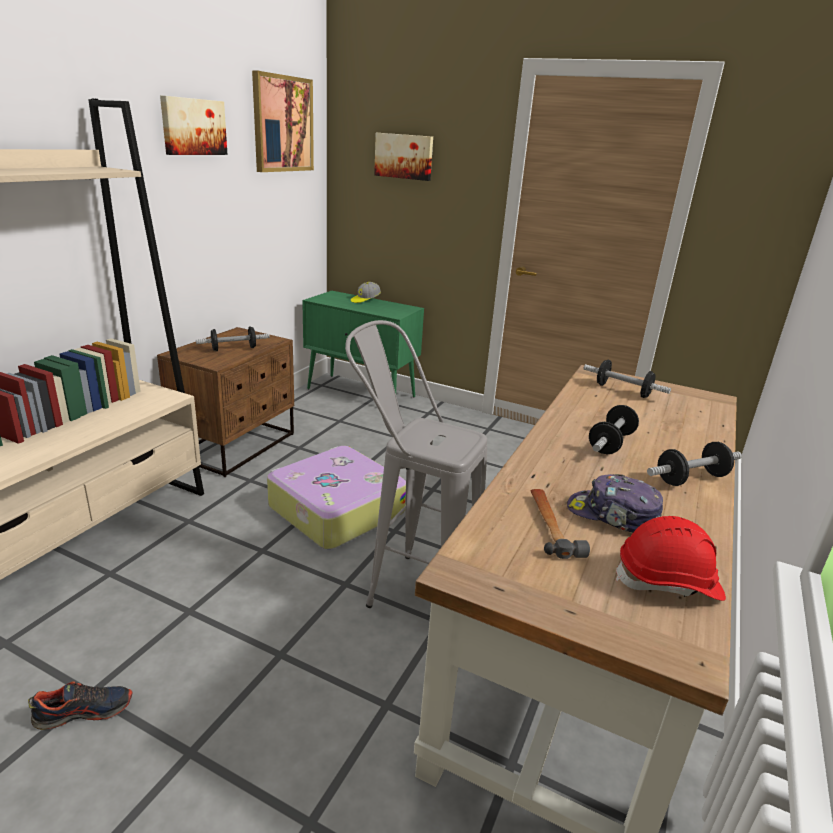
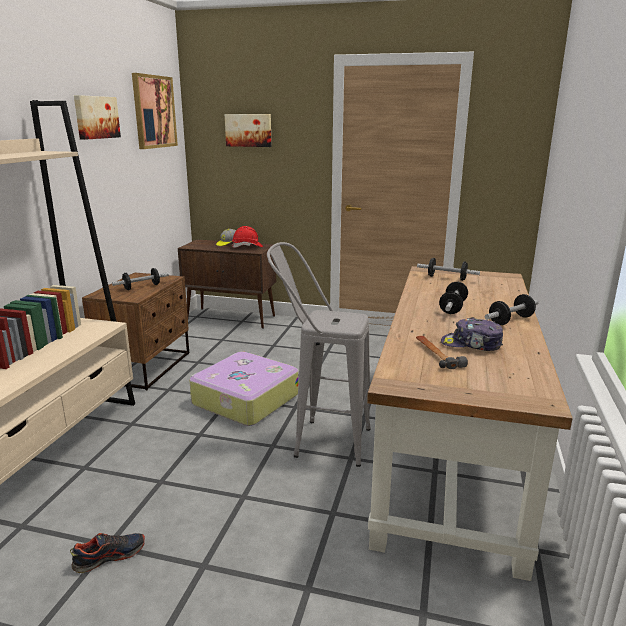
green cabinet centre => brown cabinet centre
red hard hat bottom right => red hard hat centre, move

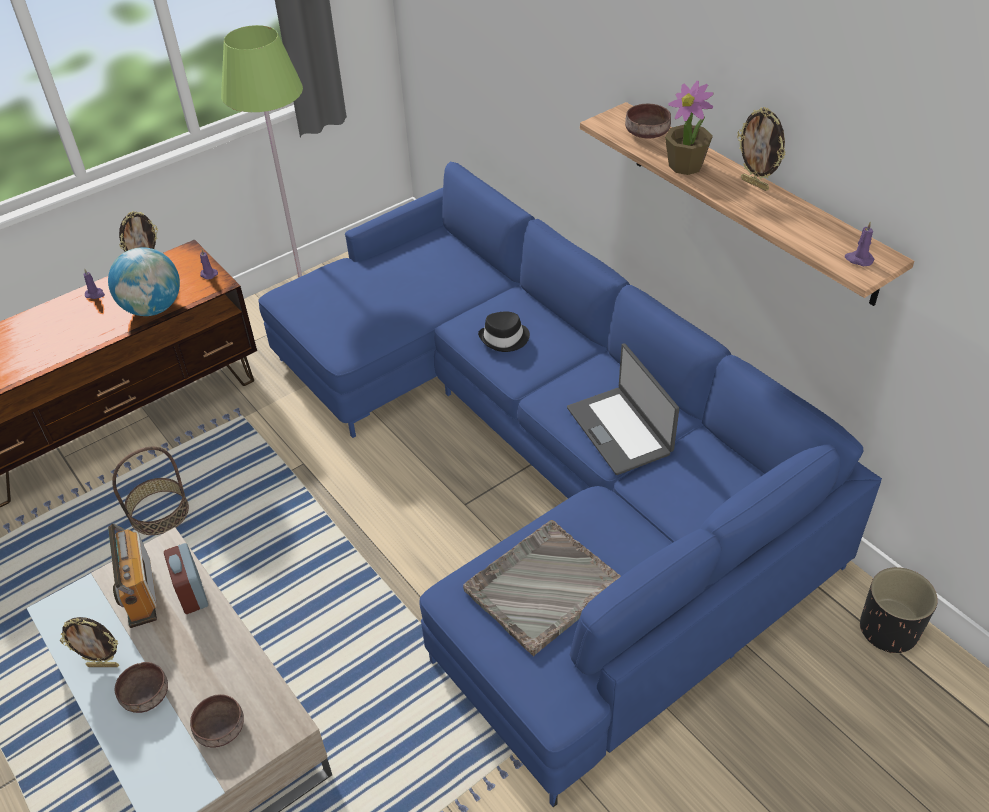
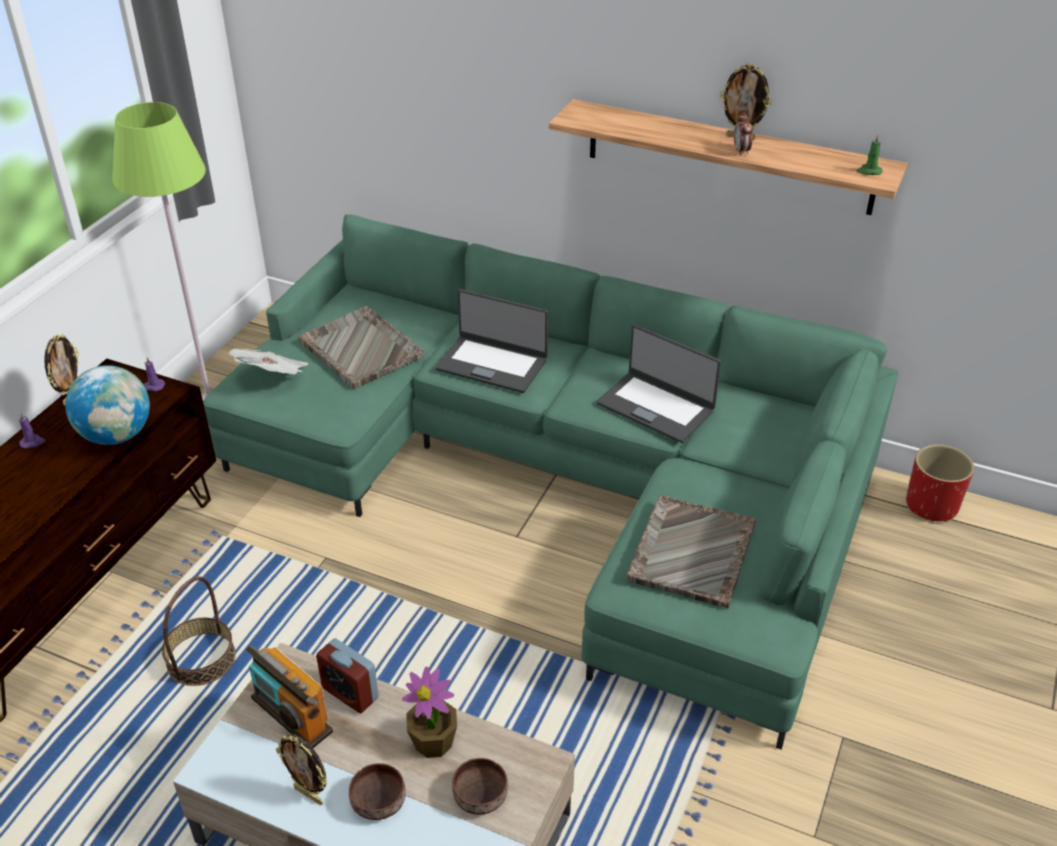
blue sofa centre => green sofa centre
nothing => newspaper middle left
picture frame (1st from left in the first image) bottom left => picture frame (2nd from left) bottom left, 60 degrees clockwise
nothing => grey tray (1st from left) centre
potted plant top right => potted plant bottom centre, move
black hat centre => laptop (1st from left) centre
nothing => alarm clock (2nd from left) top right
purple candle (3rd from left) top right => green candle top right
black planter bottom right => red planter middle right
brown bowl (3rd from left) top centre => nothing

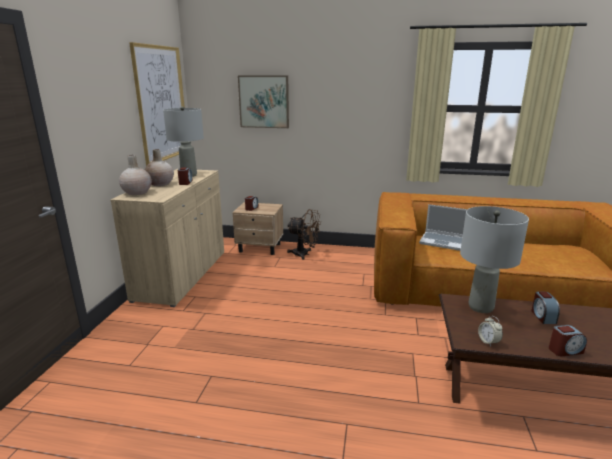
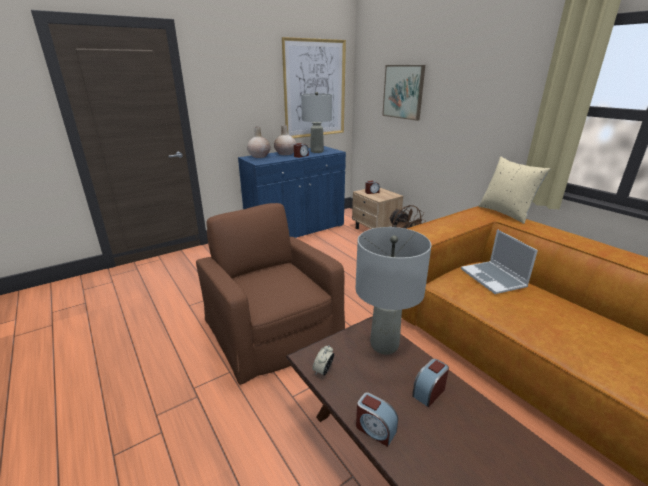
nothing => brown armchair centre
beige cabinet middle left => blue cabinet centre
nothing => beige pillow middle right

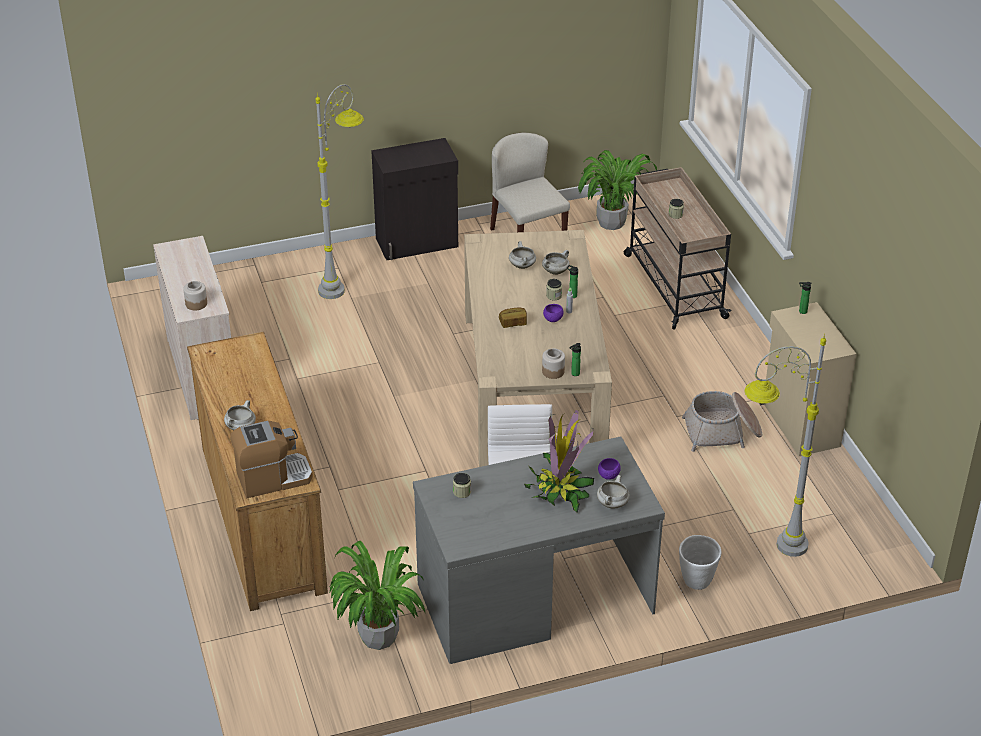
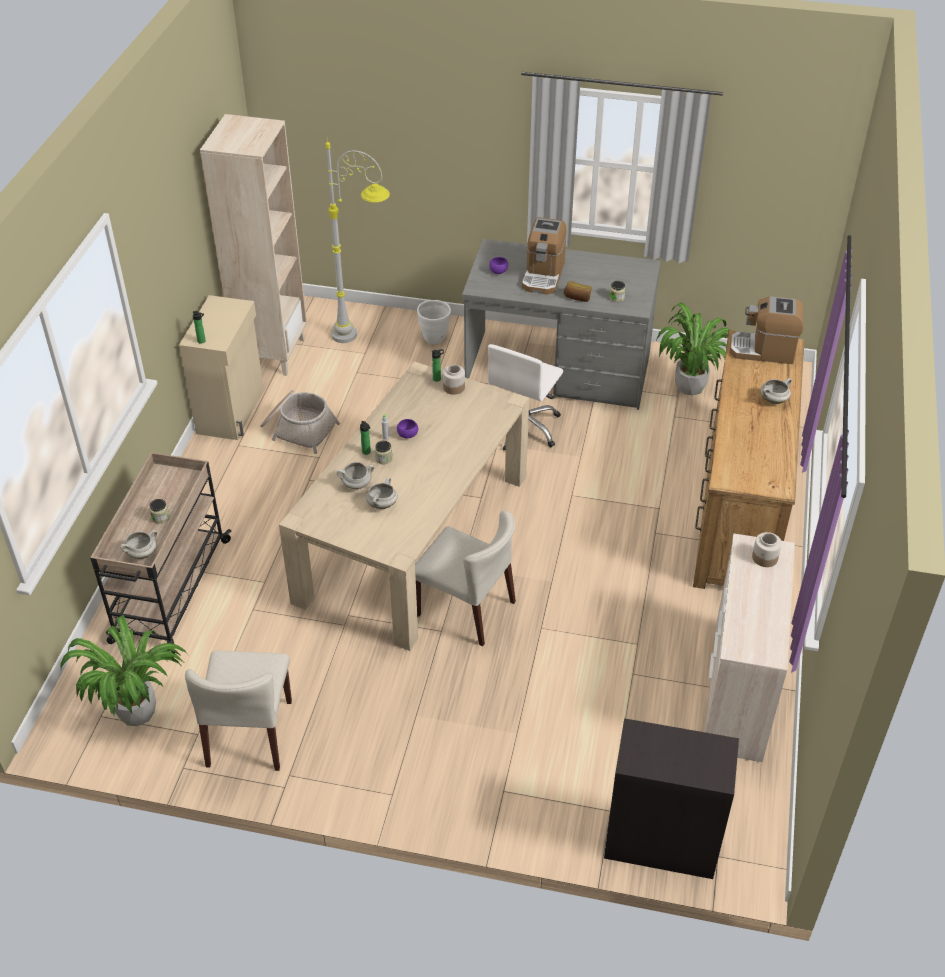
white cooking pot (4th from left in the first image) bottom centre => white cooking pot (1st from left) middle left, move
nothing => beige bookcase top left
nothing => beige chair (2nd from left) centre
potted plant (2nd from left) centre => coffee machine (1st from left) top centre
bread centre => bread top centre, move
black cabinet top centre => black cabinet bottom right, move
grey floor lamp (1st from left) top centre => nothing

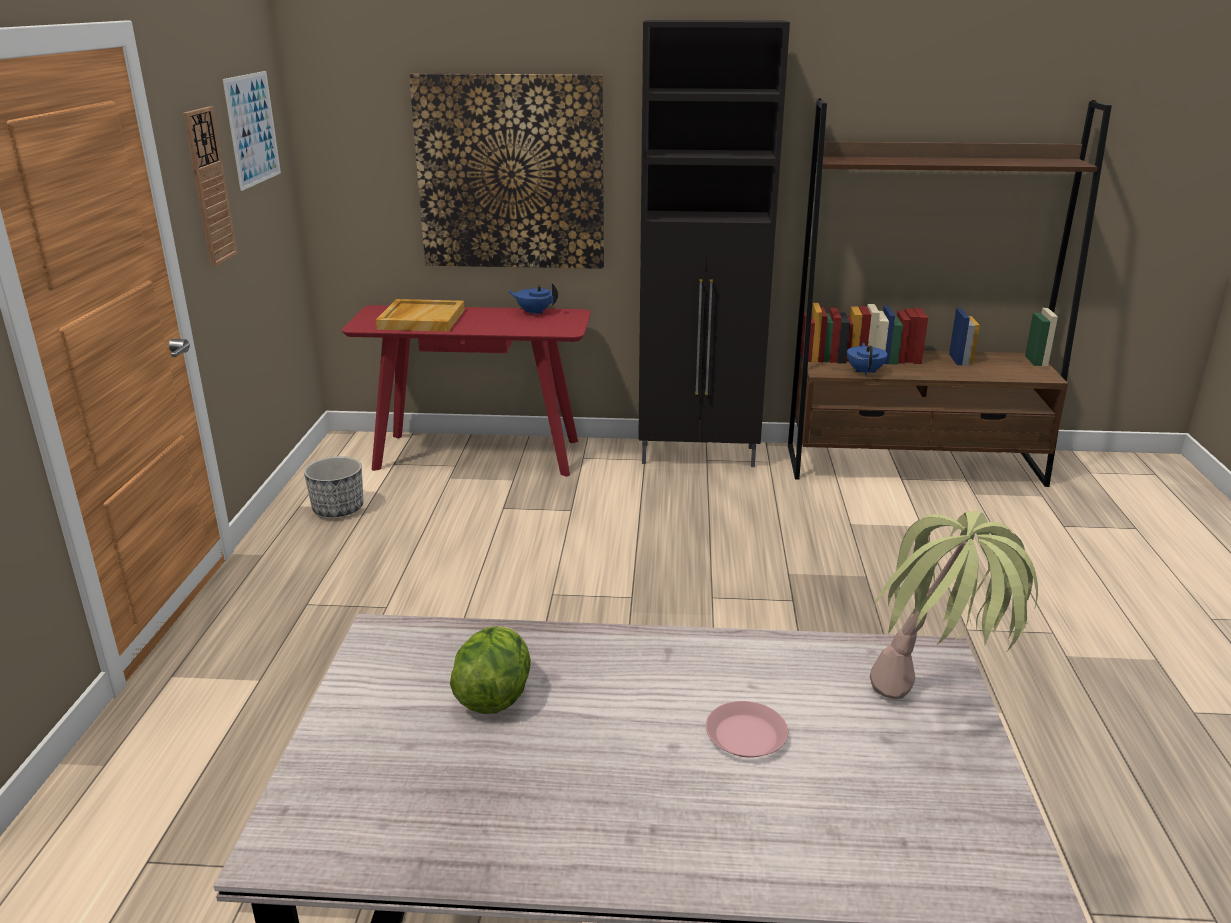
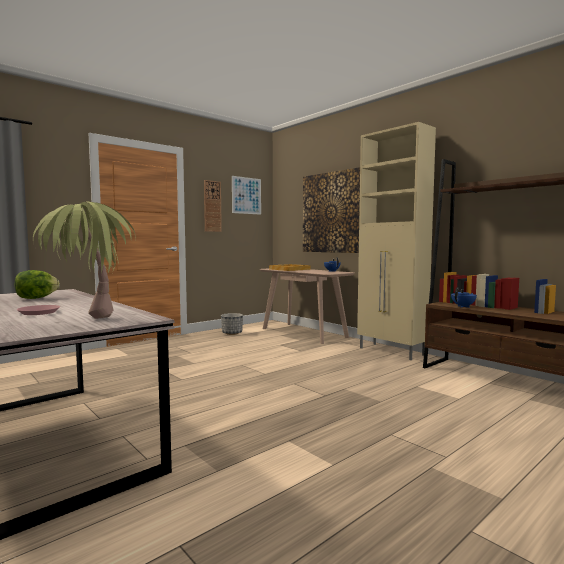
red console table centre => beige console table centre
black cabinet top centre => beige cabinet middle right

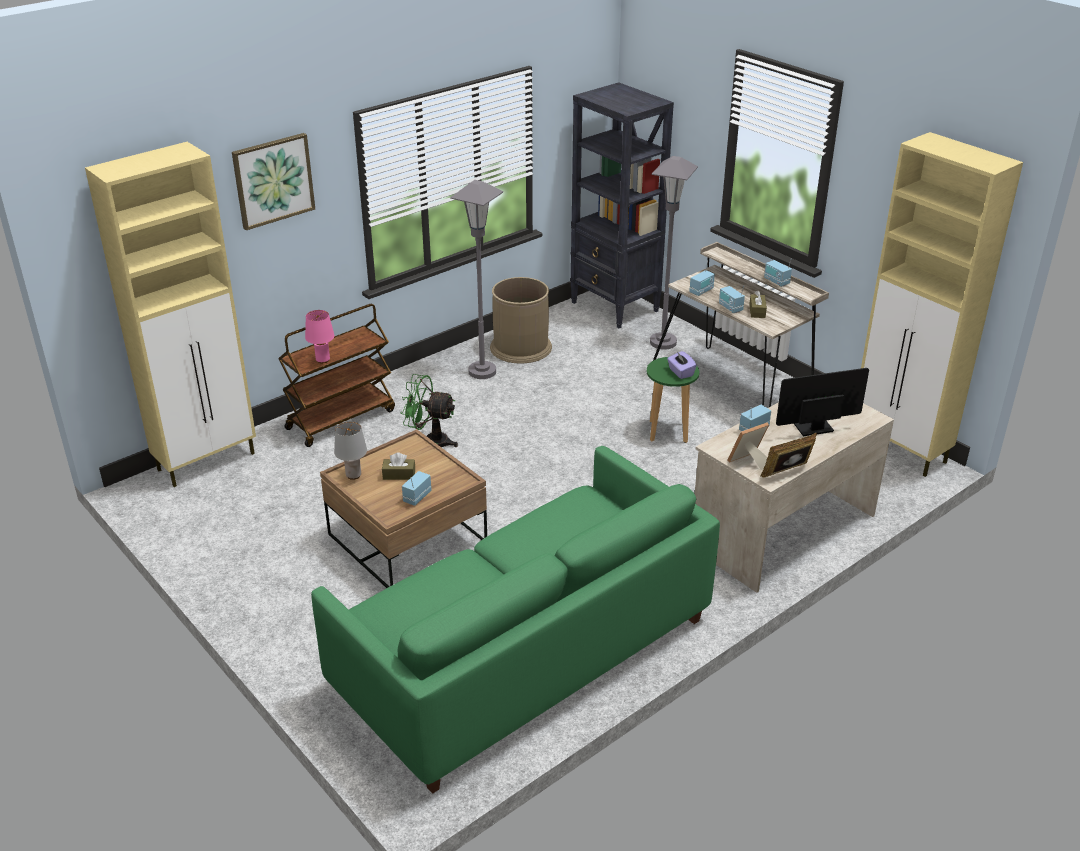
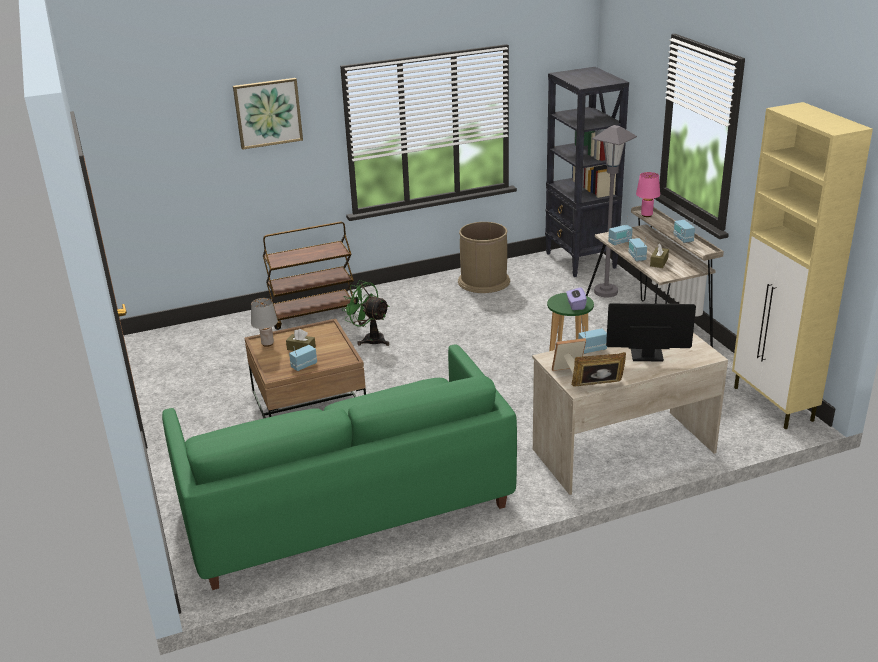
pink table lamp middle left => pink table lamp top right, move
beige cabinet (1st from left) middle left => nothing
grey floor lamp (1st from left) top centre => nothing

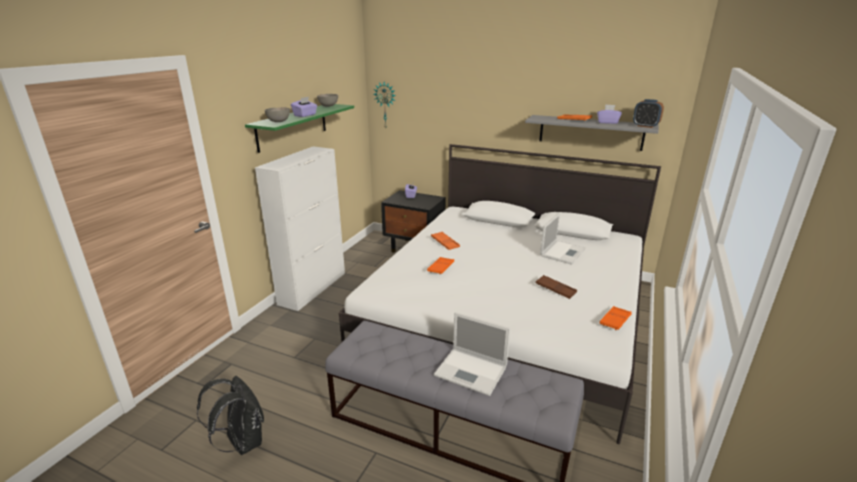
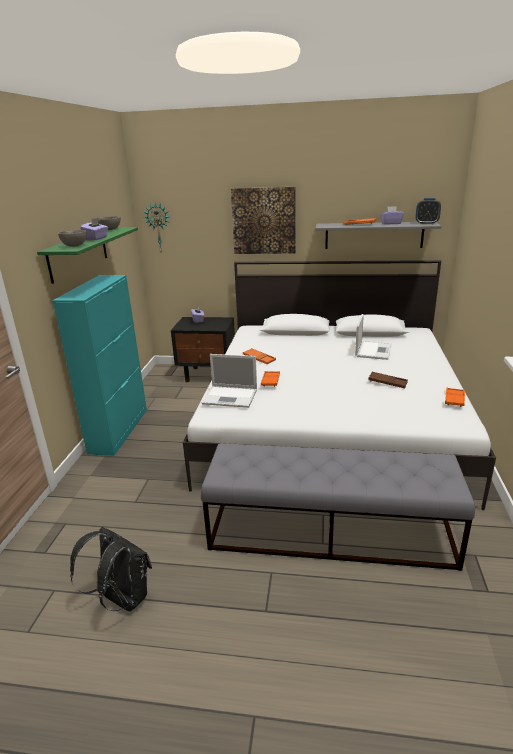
white cabinet centre => turquoise cabinet middle left
laptop (1st from left) bottom centre => laptop (1st from left) centre, move
nothing => picture top centre

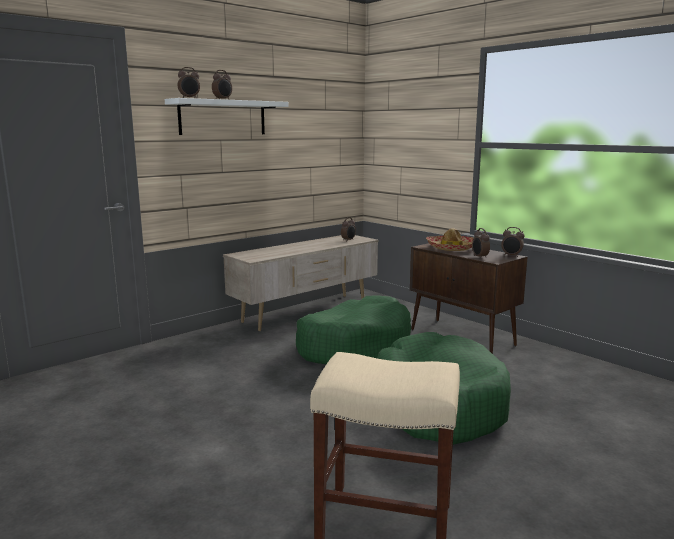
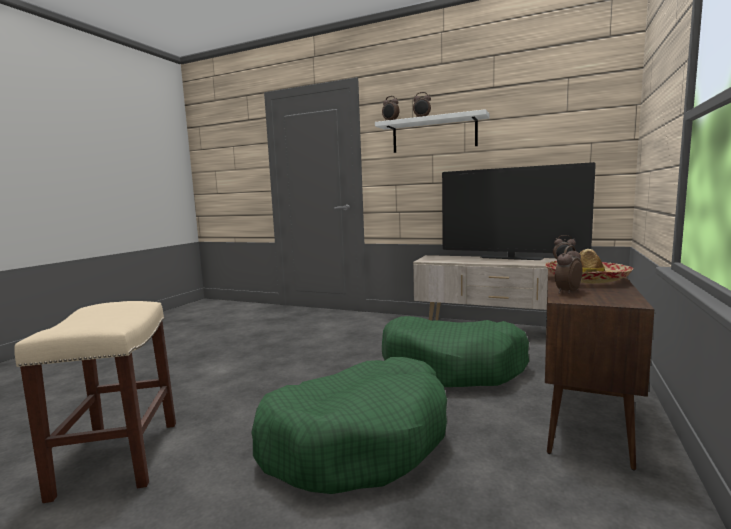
nothing => television middle right
alarm clock (5th from left) middle right => nothing

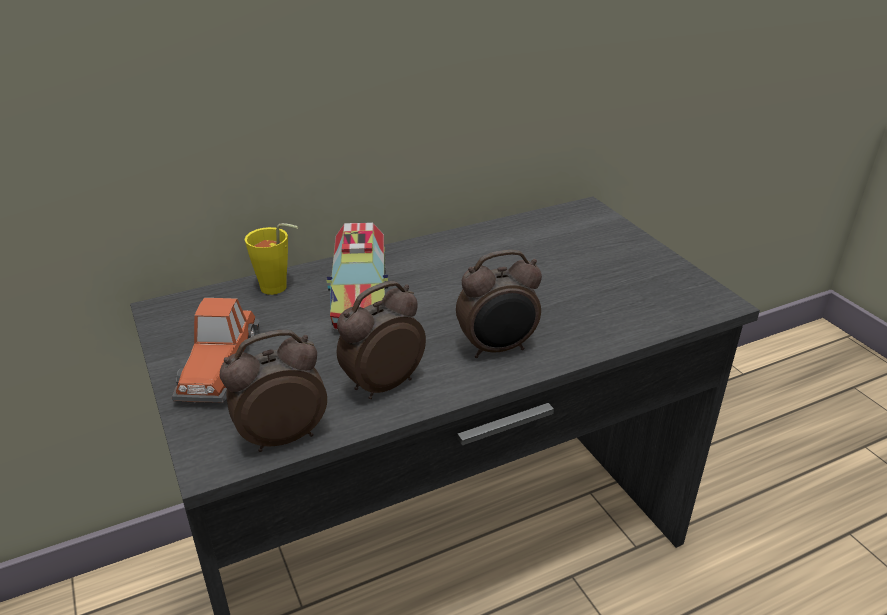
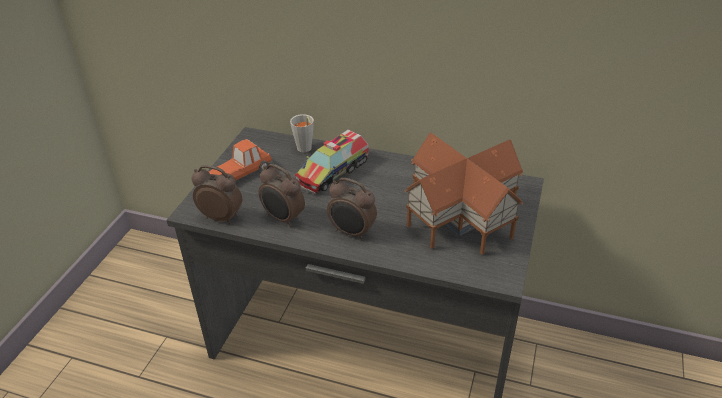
alarm clock (2nd from left) centre, 150 degrees counterclockwise
yellow cup middle left => grey cup centre
nothing => toy house centre

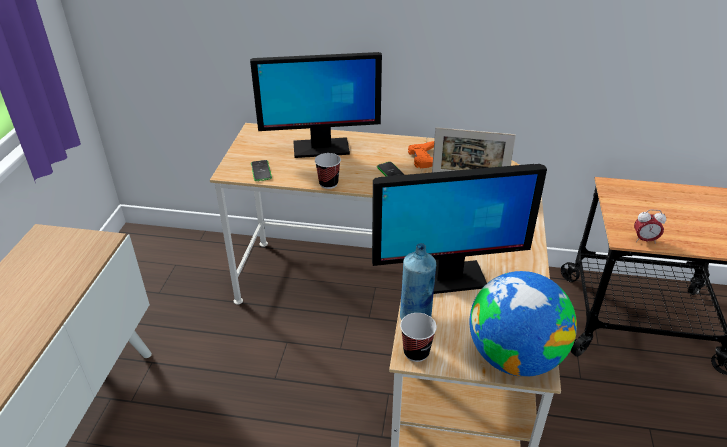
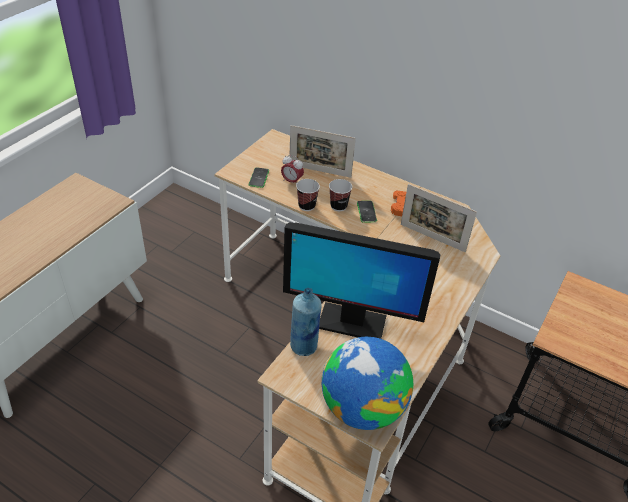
alarm clock middle right => alarm clock centre, move
monitor (1st from left) top centre => picture frame (1st from left) top centre
cup (2nd from left) bottom centre => cup (2nd from left) centre, move

